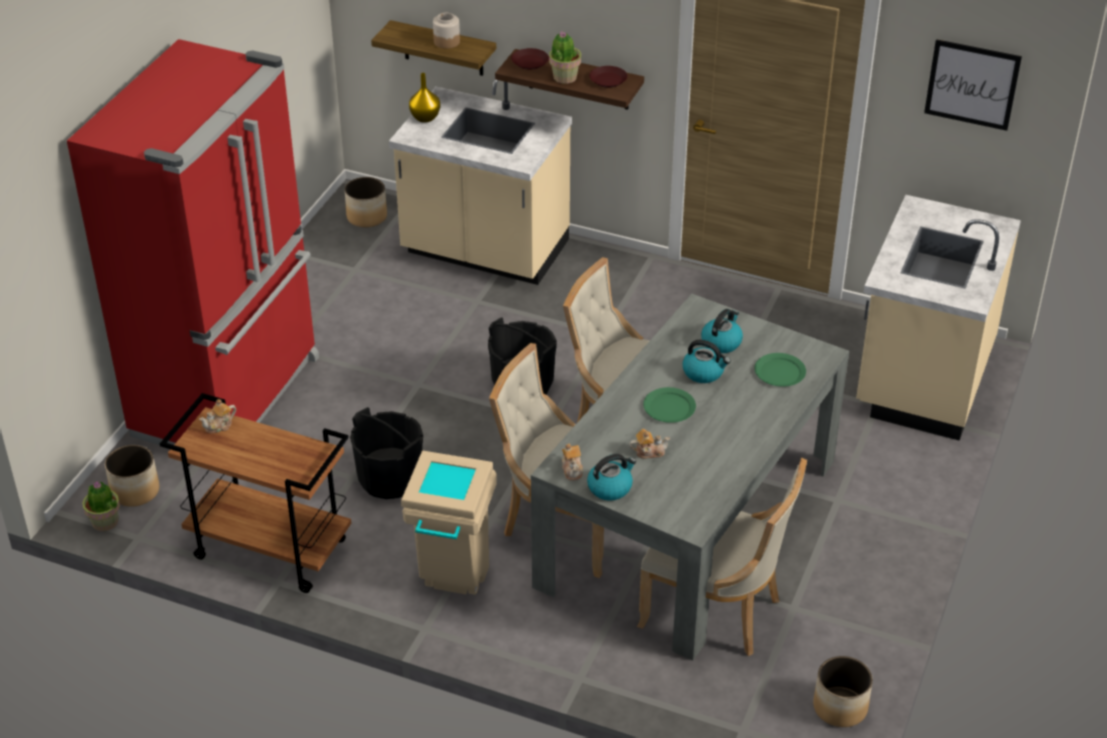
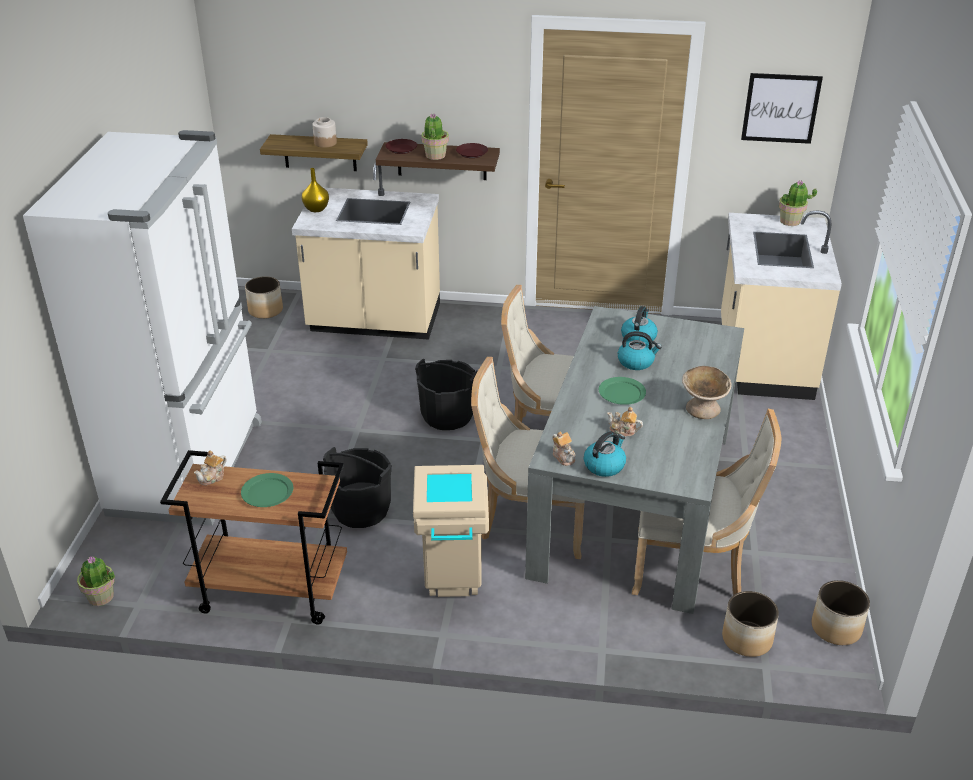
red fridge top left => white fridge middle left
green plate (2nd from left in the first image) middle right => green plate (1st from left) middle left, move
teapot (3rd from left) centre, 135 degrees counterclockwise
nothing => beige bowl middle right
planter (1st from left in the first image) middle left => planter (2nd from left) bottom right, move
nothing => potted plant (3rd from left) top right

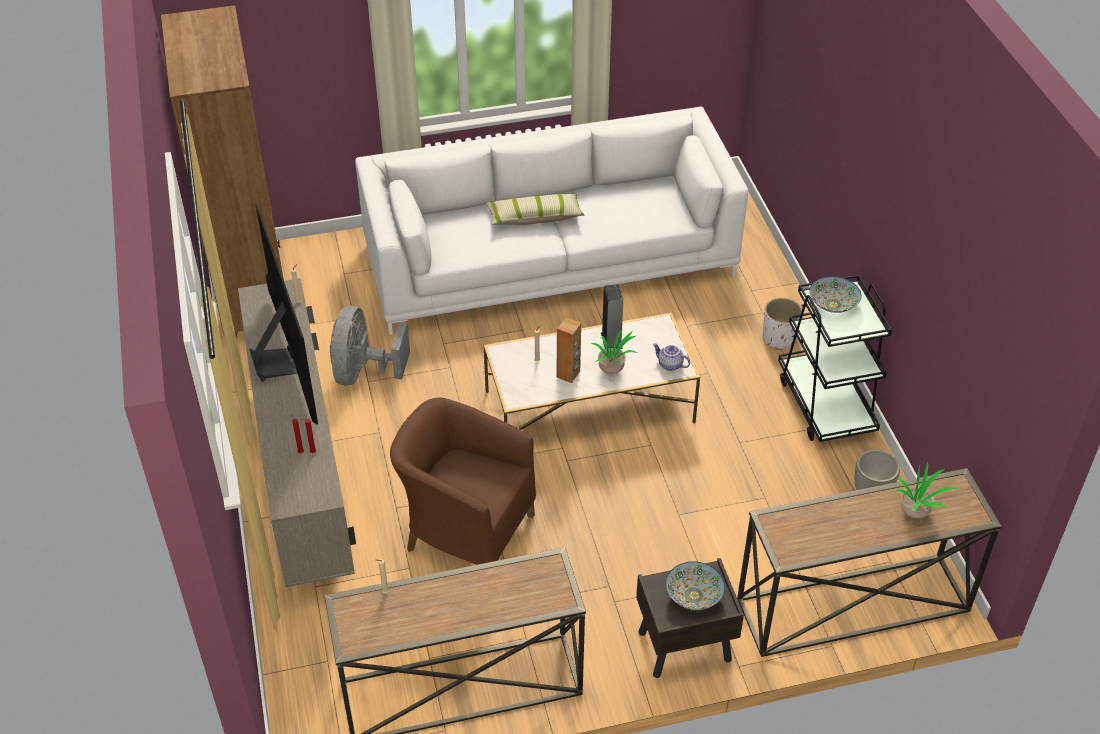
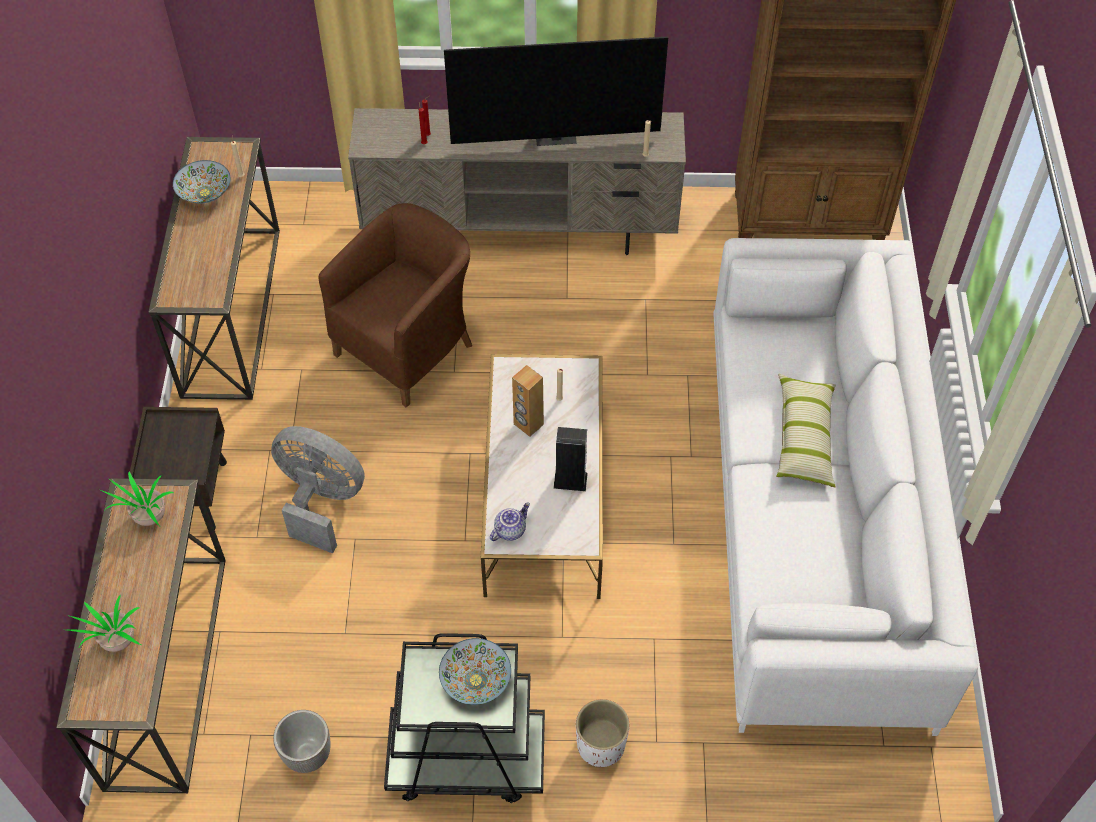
potted plant (1st from left in the first image) centre => potted plant (2nd from left) middle left, move
bowl (1st from left) bottom centre => bowl (1st from left) top left, move
grey fan centre => grey fan middle left, move

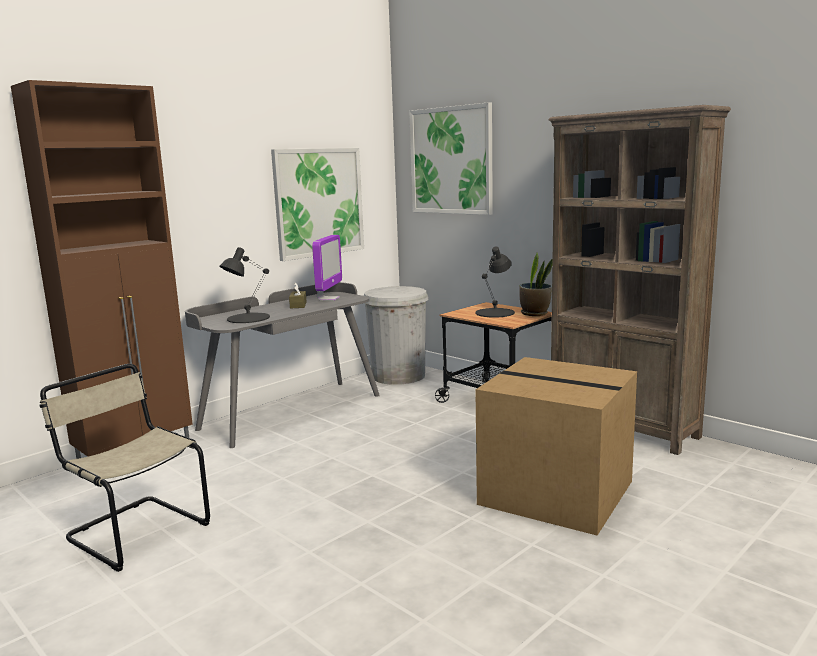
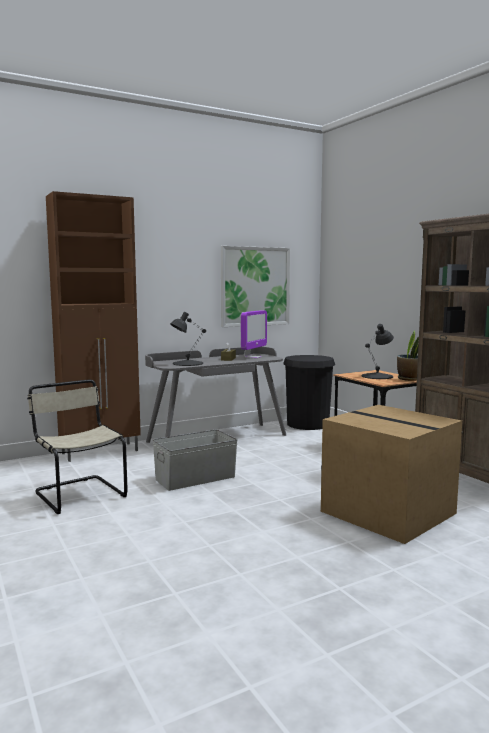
nothing => grey storage box centre
white trash can centre => black trash can centre
picture (2nd from left) top centre => nothing

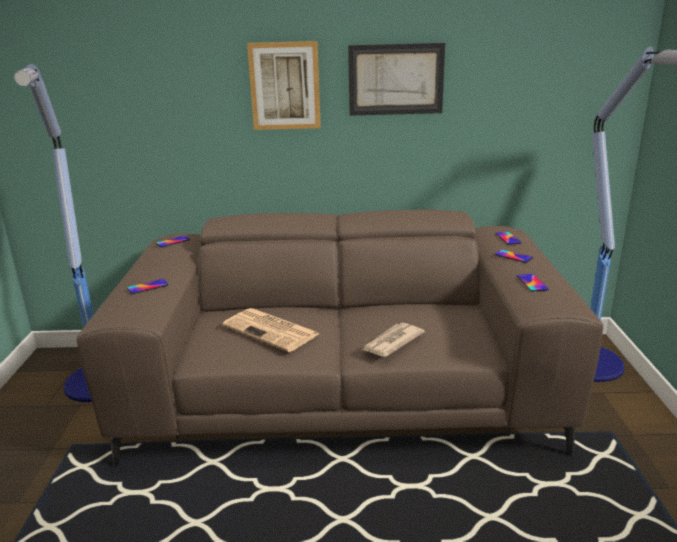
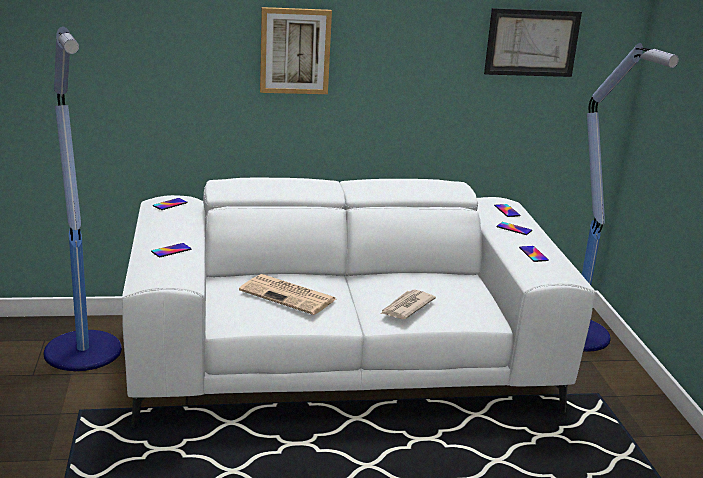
brown sofa centre => white sofa centre
picture (2nd from left) top centre => picture (2nd from left) top right, move

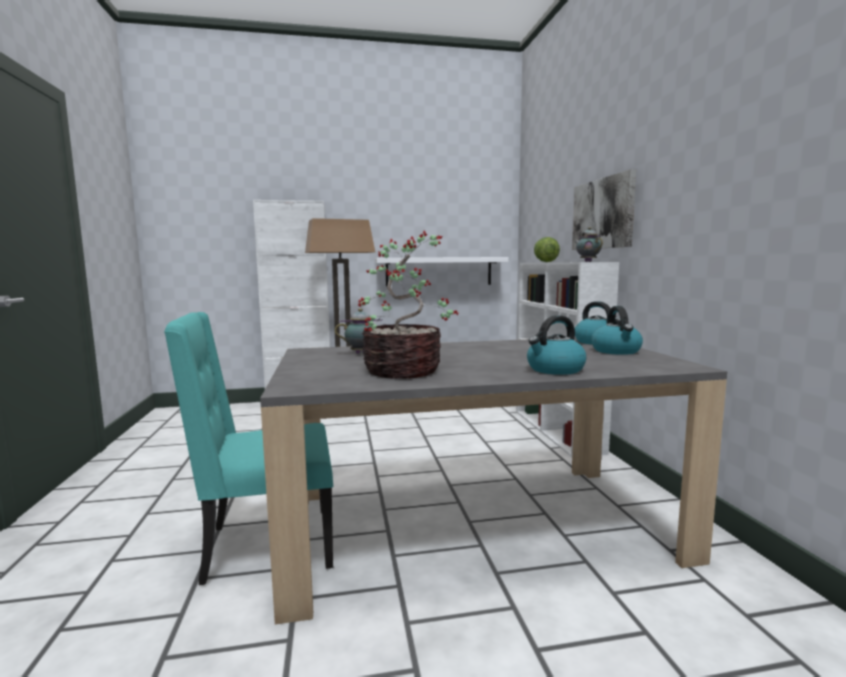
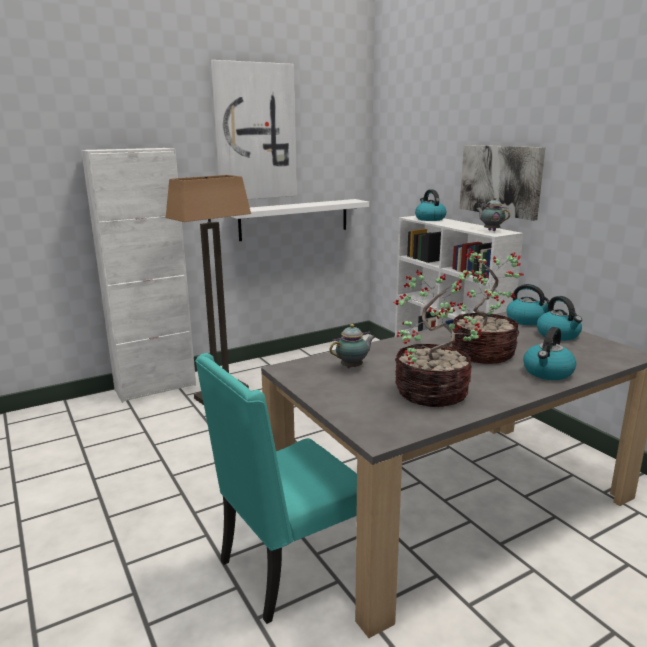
nothing => picture (1st from left) top centre
lettuce centre => kettle (1st from left) top centre
nothing => potted plant (2nd from left) middle right

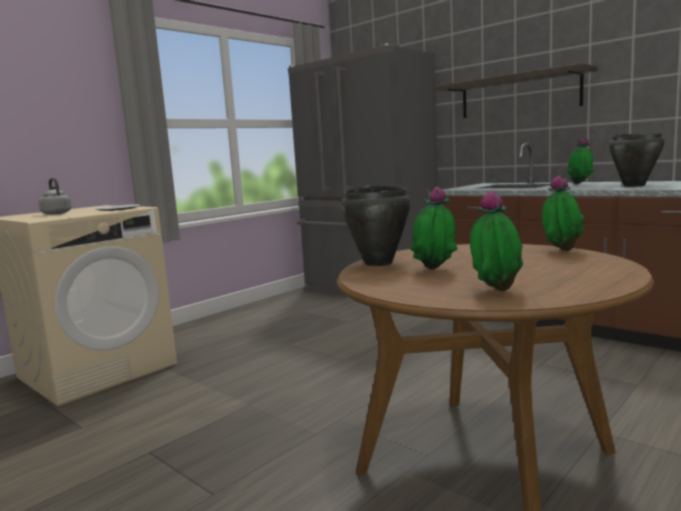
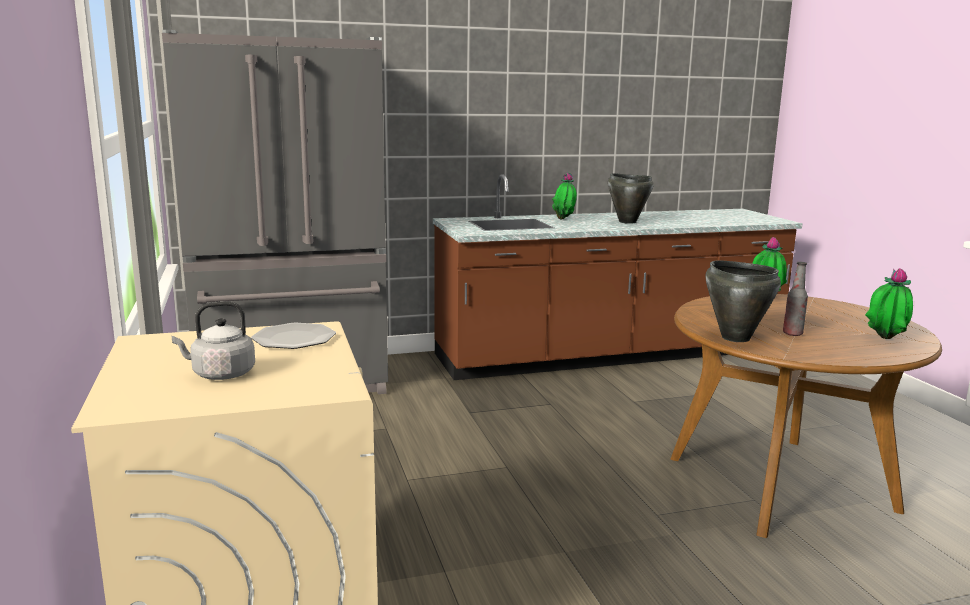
potted plant (1st from left) centre => bottle middle right
shelf top right => nothing

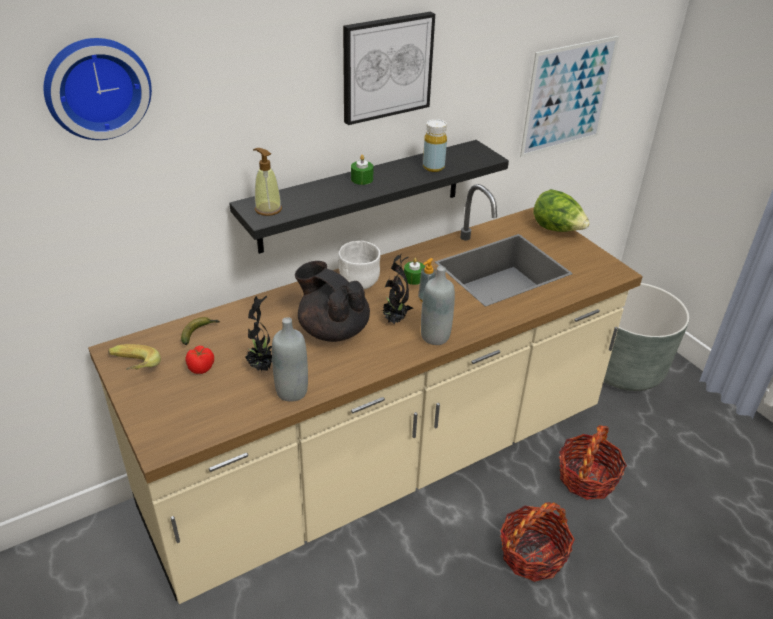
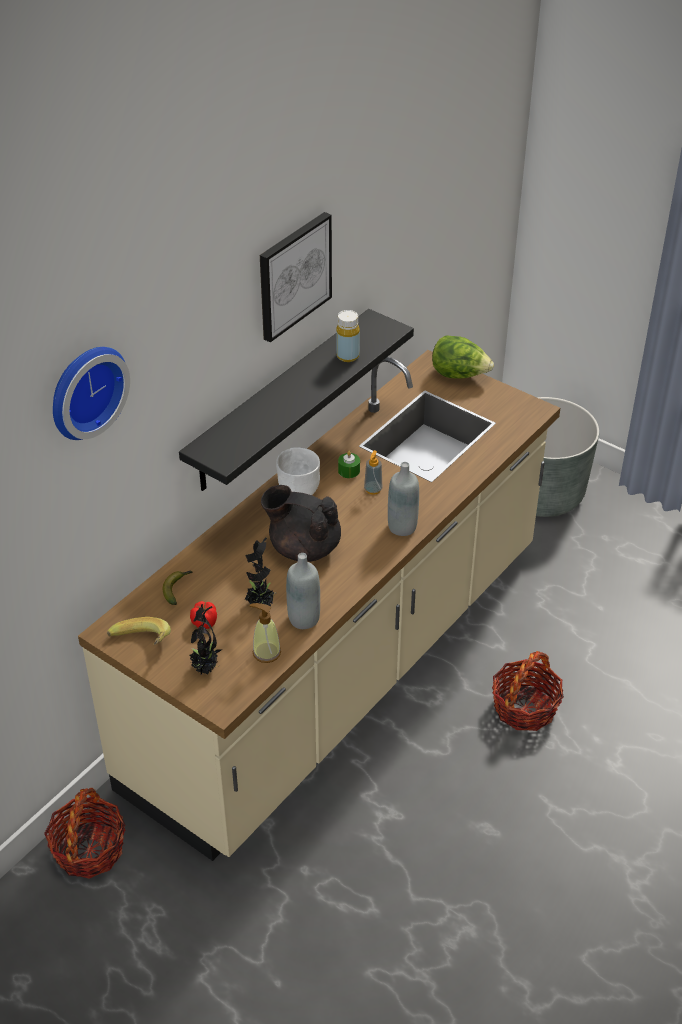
basket (2nd from left in the first image) bottom right => basket (1st from left) bottom left, move
potted plant (2nd from left in the first image) centre => potted plant (1st from left) middle left, move
soap dispenser (1st from left) top centre => soap dispenser (1st from left) centre, move
green candle (1st from left) top centre => nothing
picture (2nd from left) top right => nothing

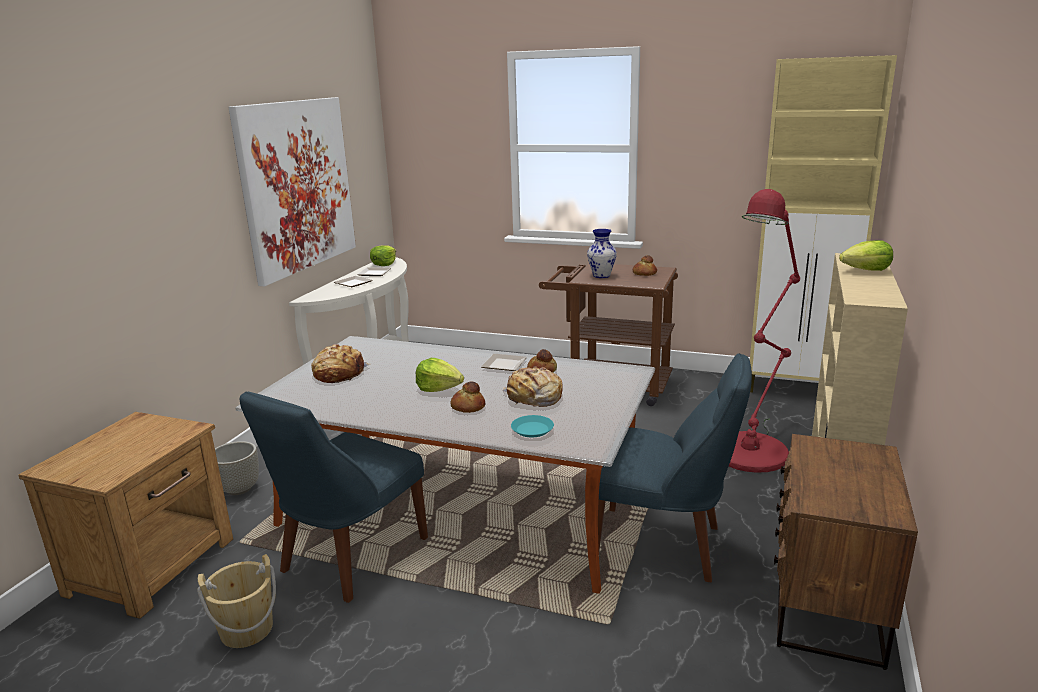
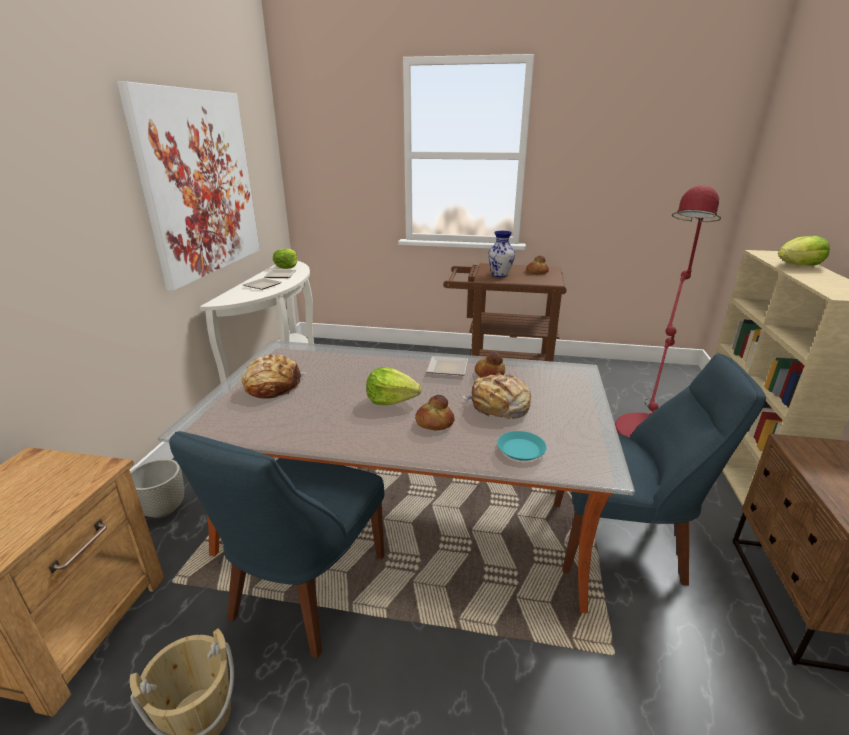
beige cabinet top right => nothing

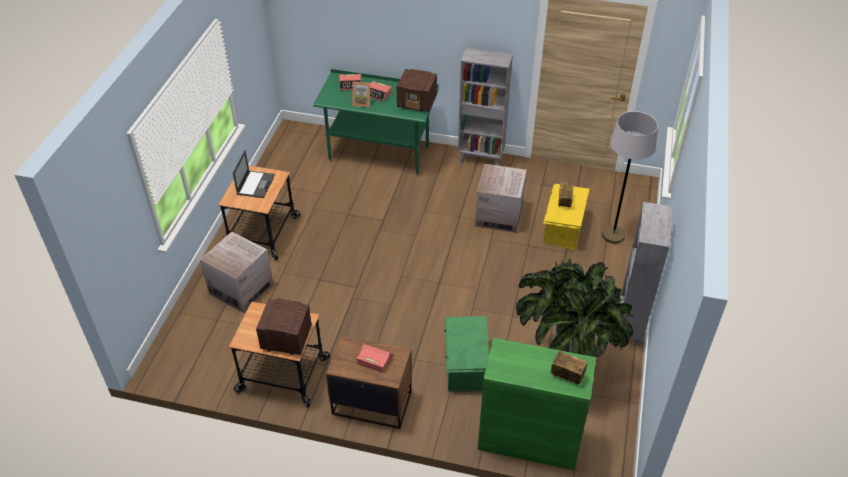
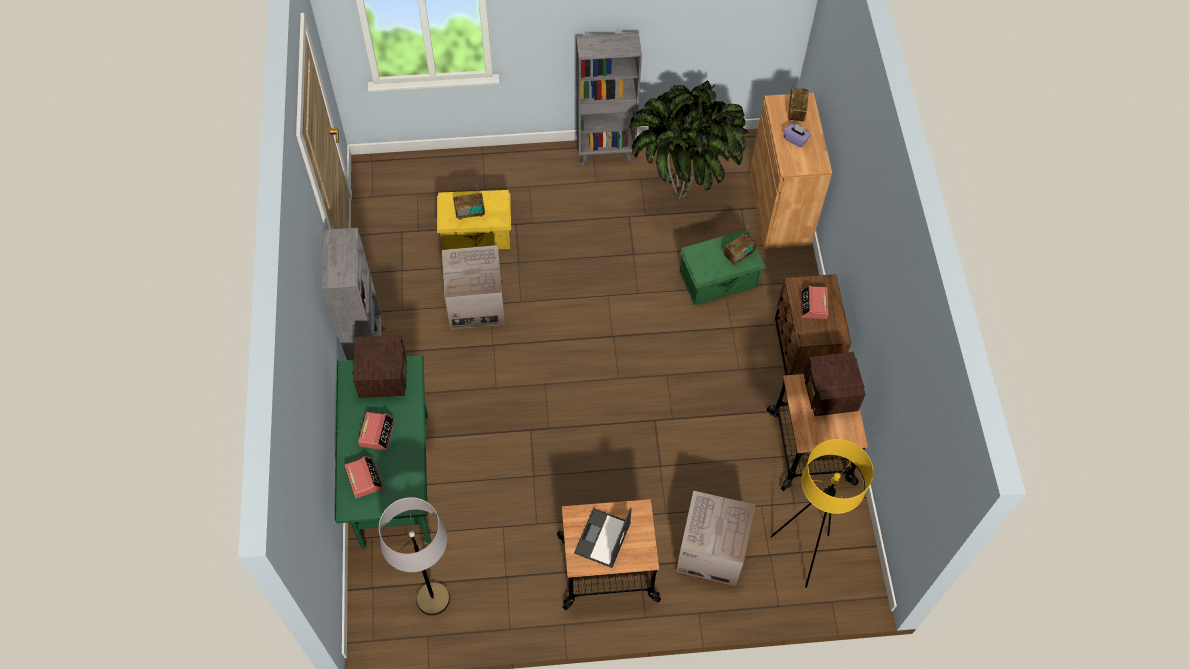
grey floor lamp middle right => grey floor lamp bottom centre, move
laptop middle left => laptop bottom centre, 60 degrees counterclockwise
nothing => radio (3rd from left) centre
green cabinet bottom centre => brown cabinet top centre
nothing => yellow floor lamp bottom right
nothing => purple tissue box top right
picture frame top centre => nothing

